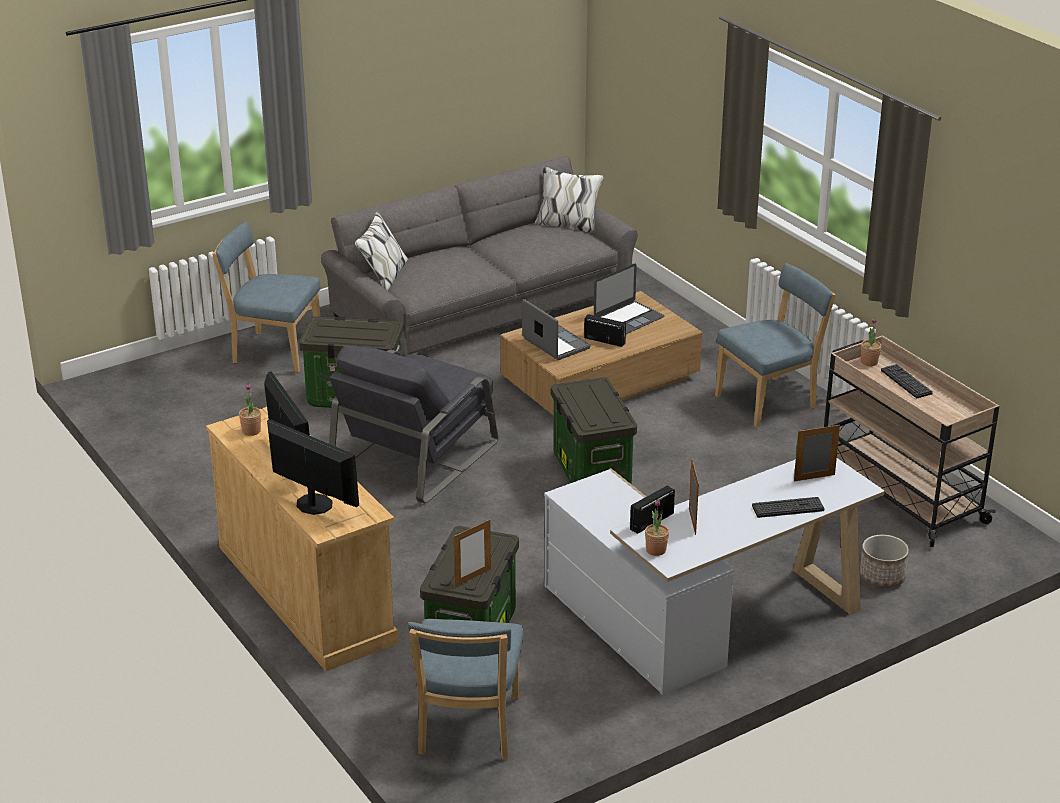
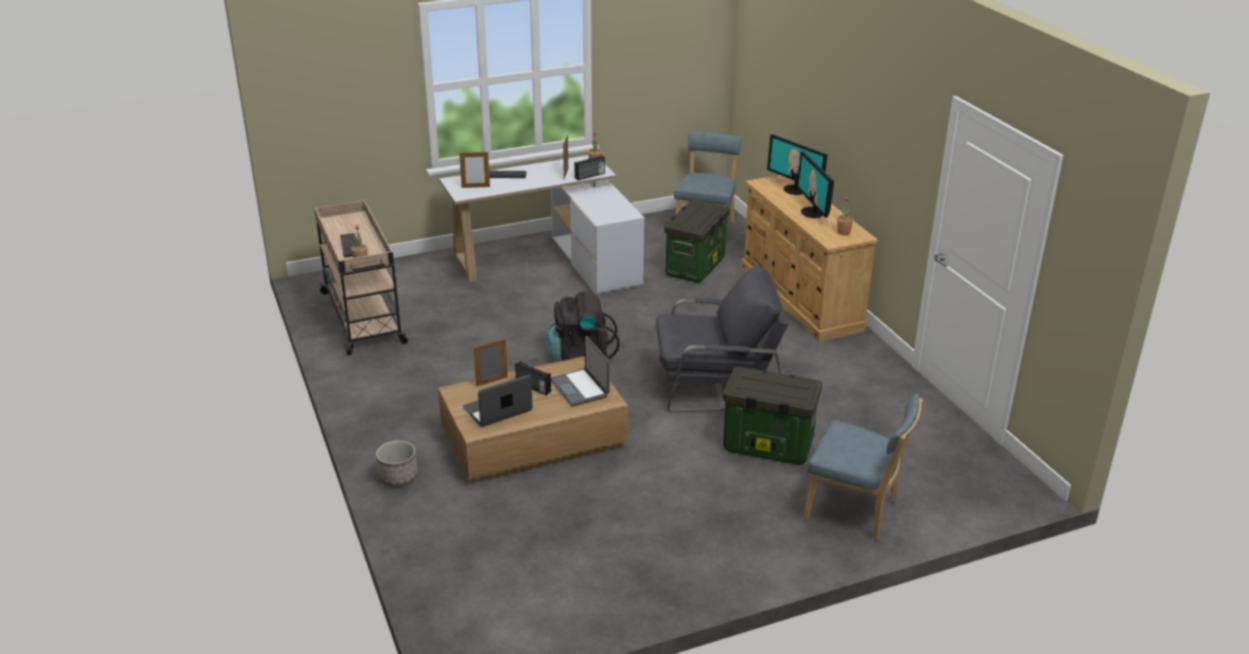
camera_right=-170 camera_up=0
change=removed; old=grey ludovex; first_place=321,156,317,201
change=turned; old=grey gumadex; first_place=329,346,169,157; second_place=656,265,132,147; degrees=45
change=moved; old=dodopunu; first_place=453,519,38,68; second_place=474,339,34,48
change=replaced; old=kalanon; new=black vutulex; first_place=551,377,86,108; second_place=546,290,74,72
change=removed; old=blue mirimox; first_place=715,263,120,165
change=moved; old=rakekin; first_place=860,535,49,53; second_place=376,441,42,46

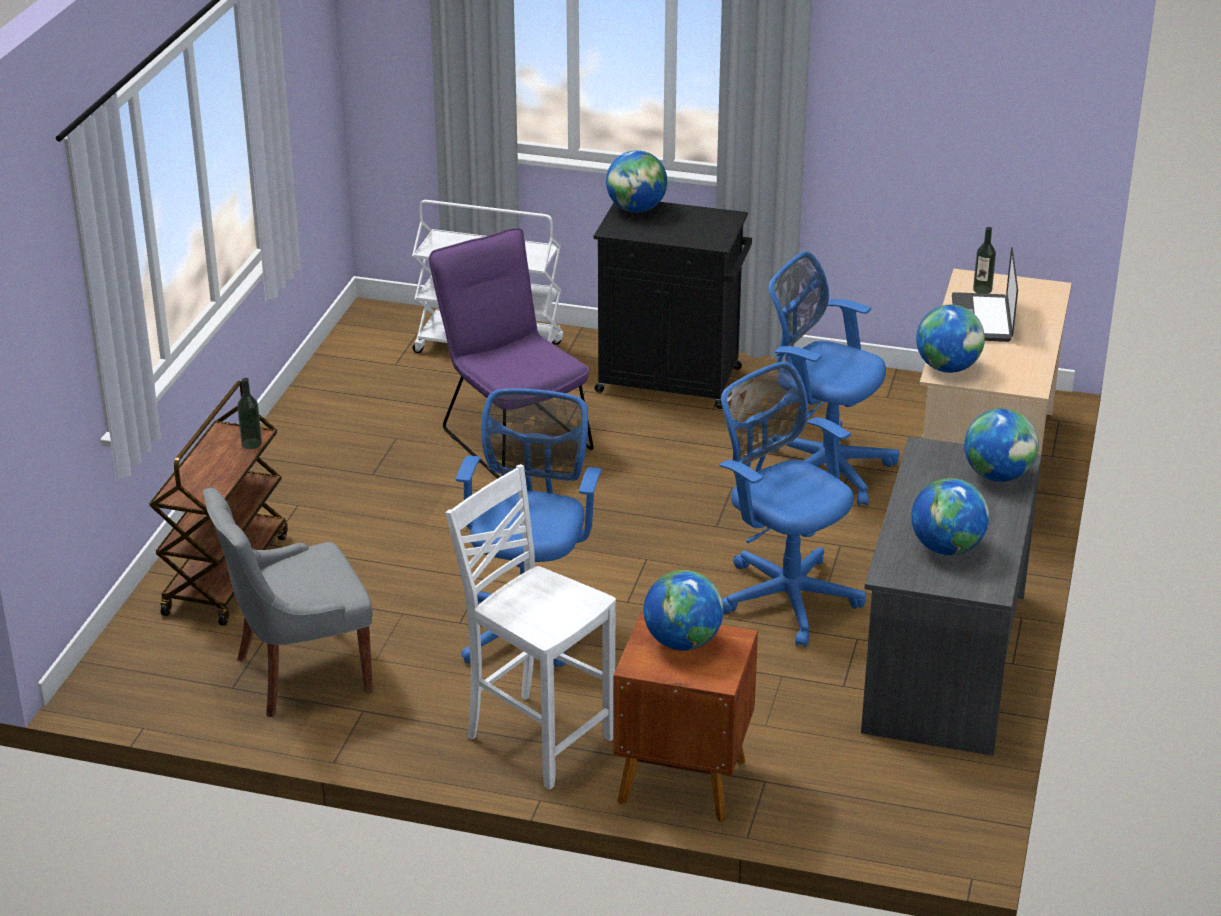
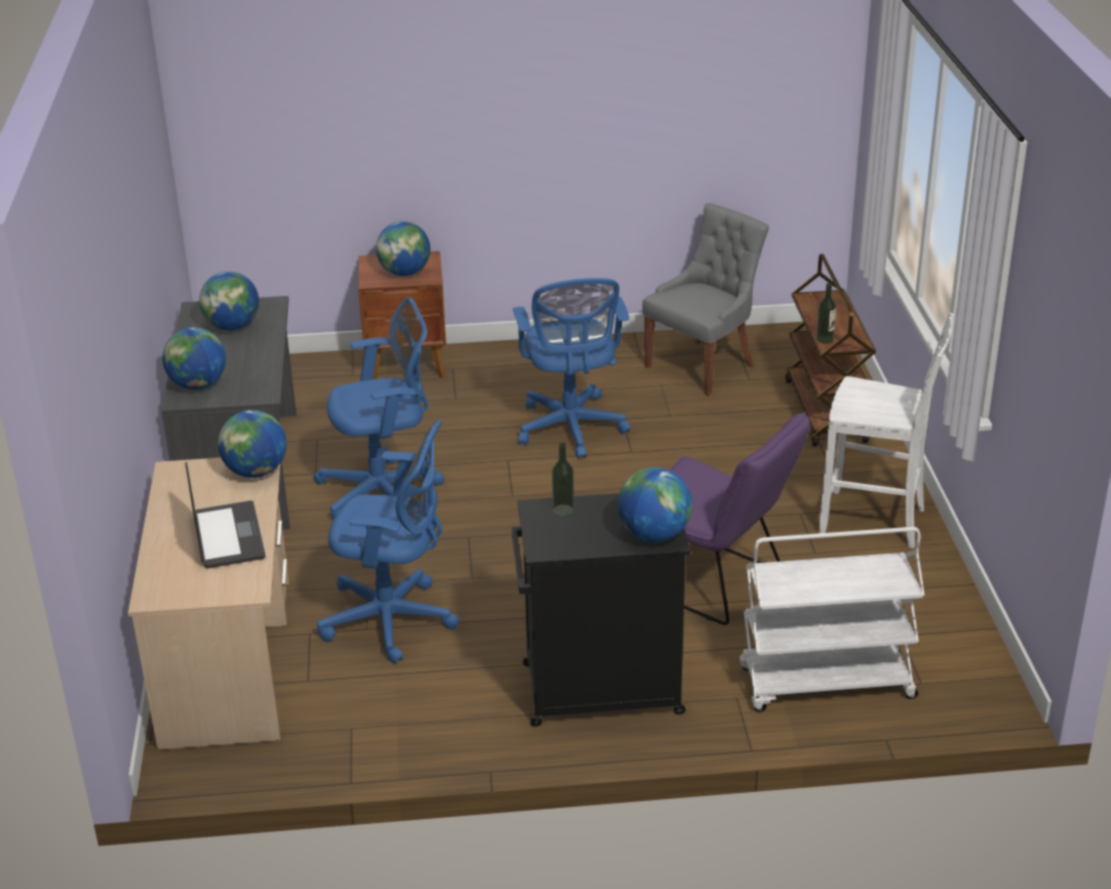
camera_right=160 camera_up=0
change=moved; old=white mirimox; first_place=446,464,170,326; second_place=819,313,135,236
change=turned; old=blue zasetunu; first_place=719,362,147,285; second_place=313,297,131,222; degrees=-45
change=moved; old=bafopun; first_place=973,227,23,67; second_place=552,443,22,74

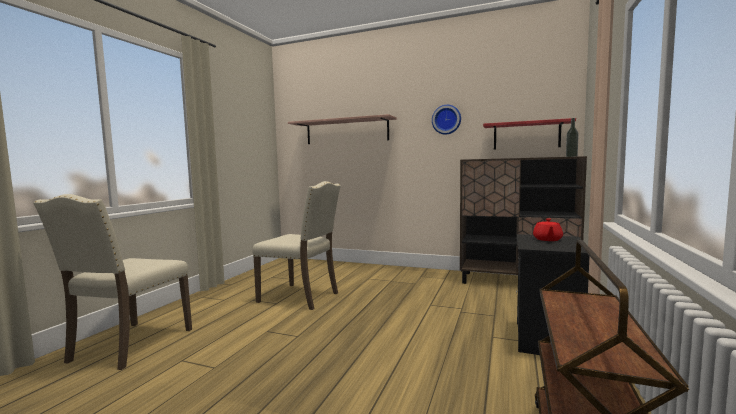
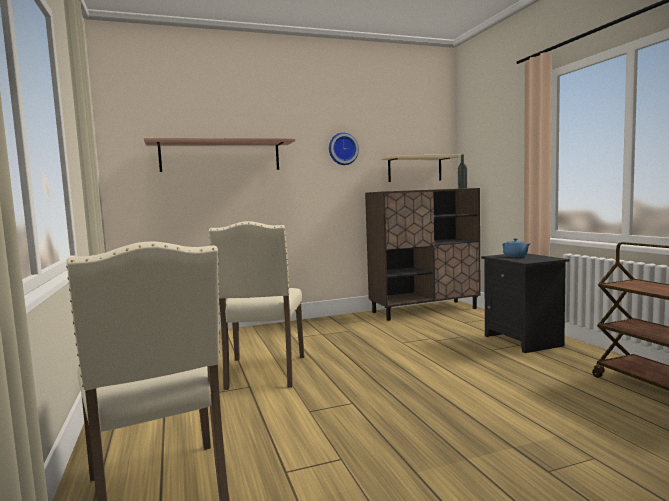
camera_right=-40 camera_up=0
change=turned; old=beige mirimox; first_place=252,181,89,129; second_place=209,221,95,169; degrees=105
change=recoloured; old=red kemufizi; new=beige kemufizi; first_place=483,118,93,32; second_place=380,155,80,27
change=recoloured; old=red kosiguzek; new=blue kosiguzek; first_place=533,218,30,23; second_place=502,238,28,19

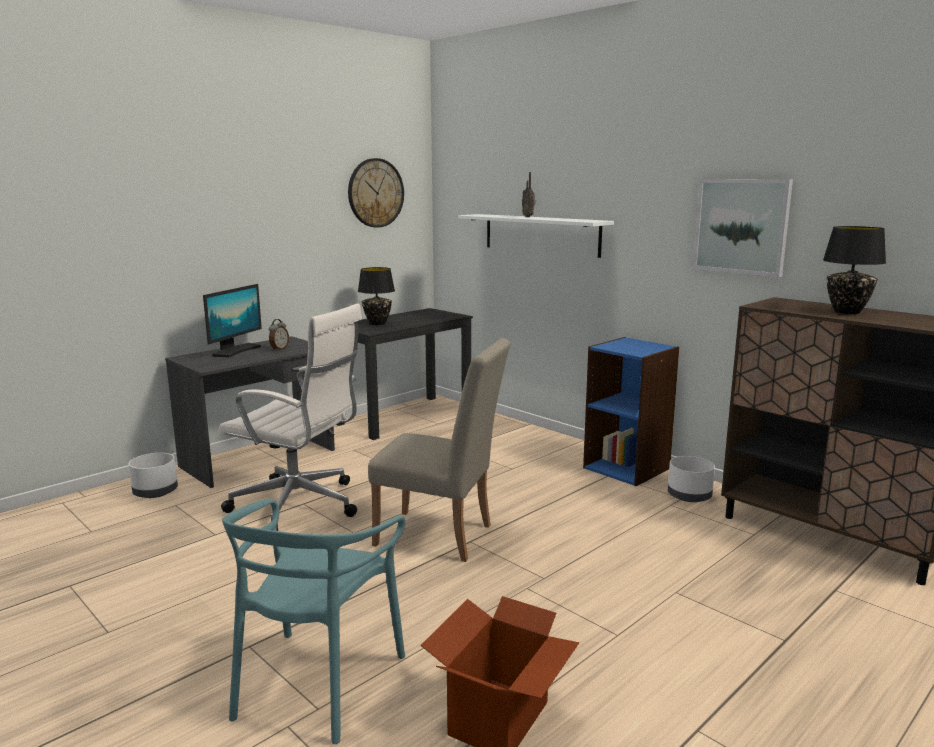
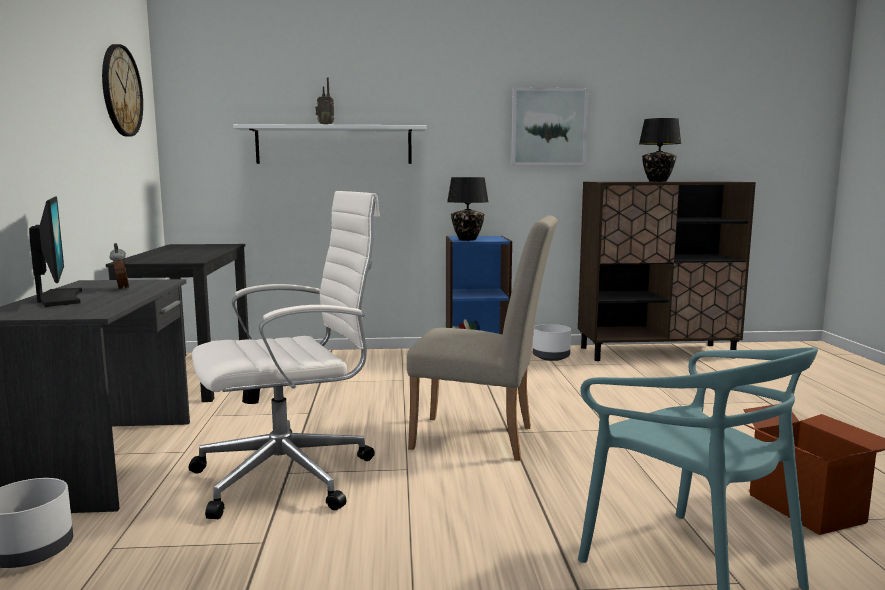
camera_right=-50 camera_up=-5
change=moved; old=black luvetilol; first_place=358,267,37,58; second_place=447,177,41,64
change=turned; old=beige mirimox; first_place=368,338,143,224; second_place=407,216,151,245; degrees=45

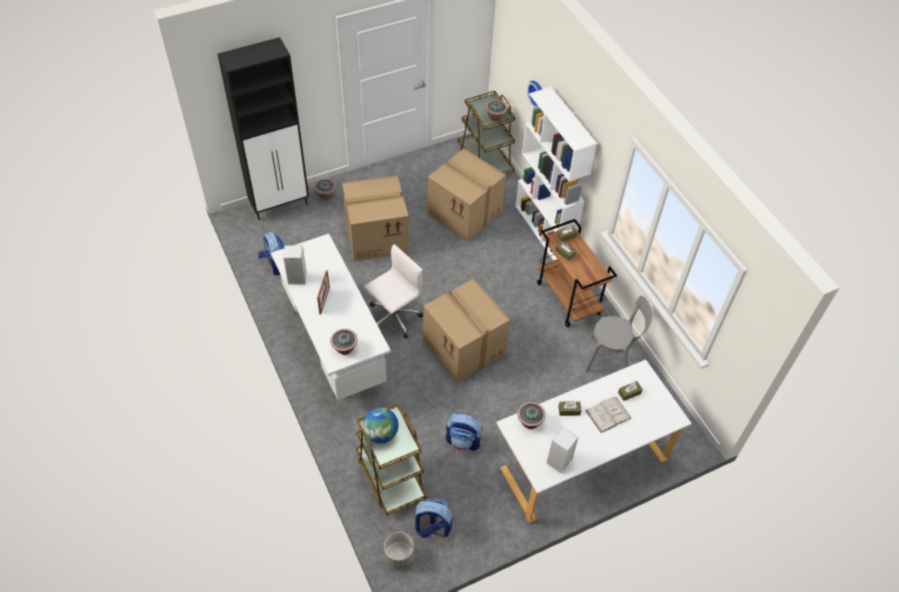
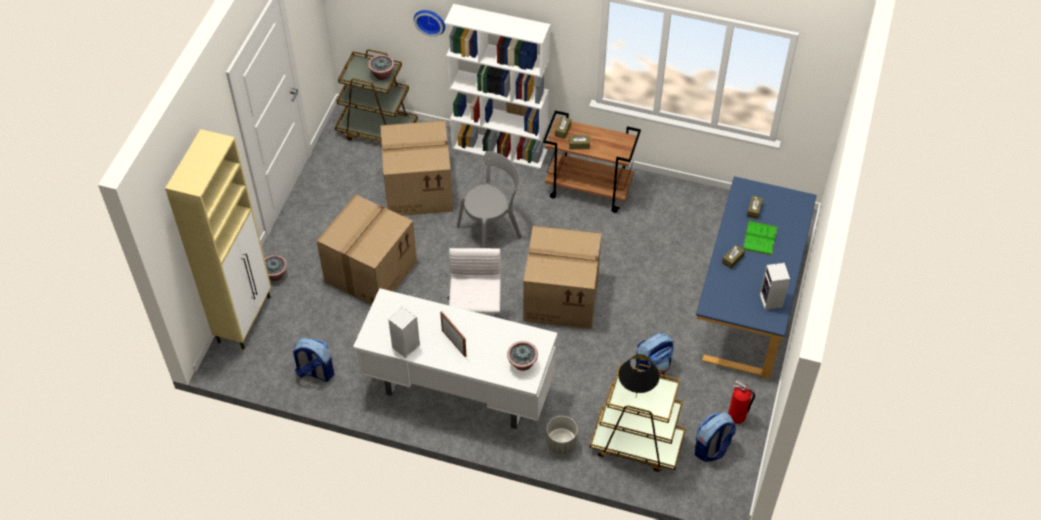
camera_right=-45 camera_up=0
change=recoloured; old=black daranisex; new=beige daranisex; first_place=217,37,92,183; second_place=165,129,106,221
change=replaced; old=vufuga; new=black luvetilol; first_place=363,407,36,36; second_place=618,354,42,42
change=moved; old=grey rakekin; first_place=384,532,30,37; second_place=546,416,31,39
change=recoloured; old=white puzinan; new=blue puzinan; first_place=497,360,195,163; second_place=696,176,121,203
change=removed; old=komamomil; first_place=517,402,29,27
change=moved; old=grey mirimox; first_place=585,296,67,77; second_place=457,151,65,97
change=recoloured; old=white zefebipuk; new=green zefebipuk; first_place=585,396,46,37; second_place=743,221,35,35
change=added; new=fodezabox; second_place=728,380,27,44

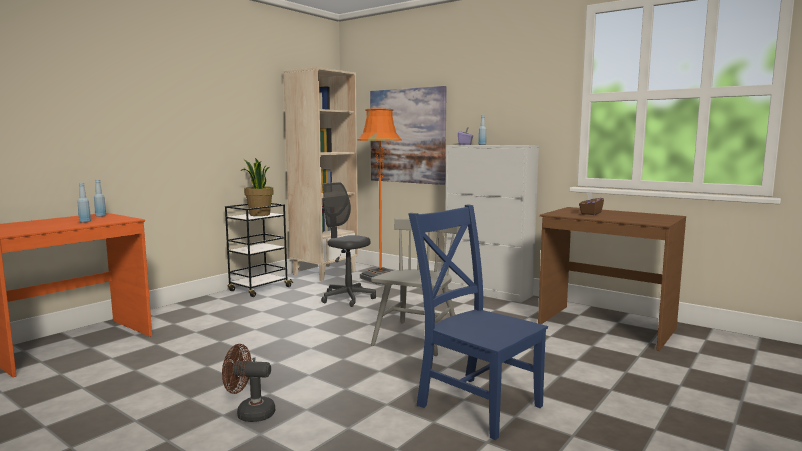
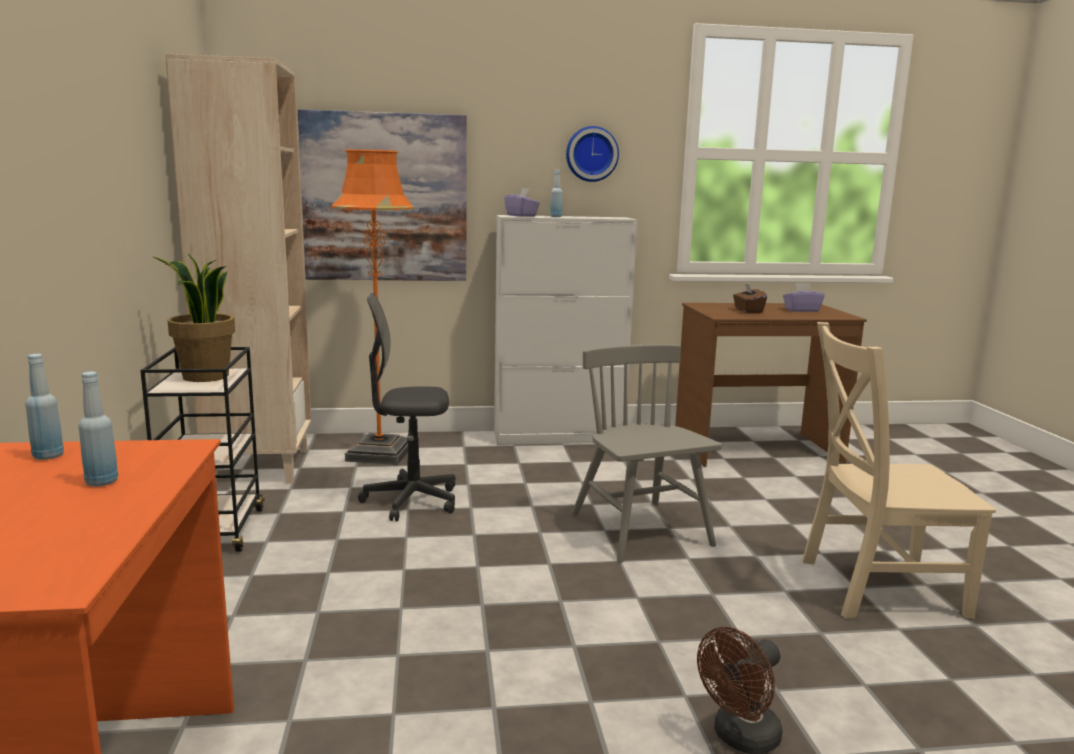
camera_right=-45 camera_up=5
change=recoloured; old=blue mirimox; new=beige mirimox; first_place=408,205,140,235; second_place=802,322,194,297
change=added; new=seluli; second_place=566,126,53,56
change=added; new=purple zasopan; second_place=783,283,42,29

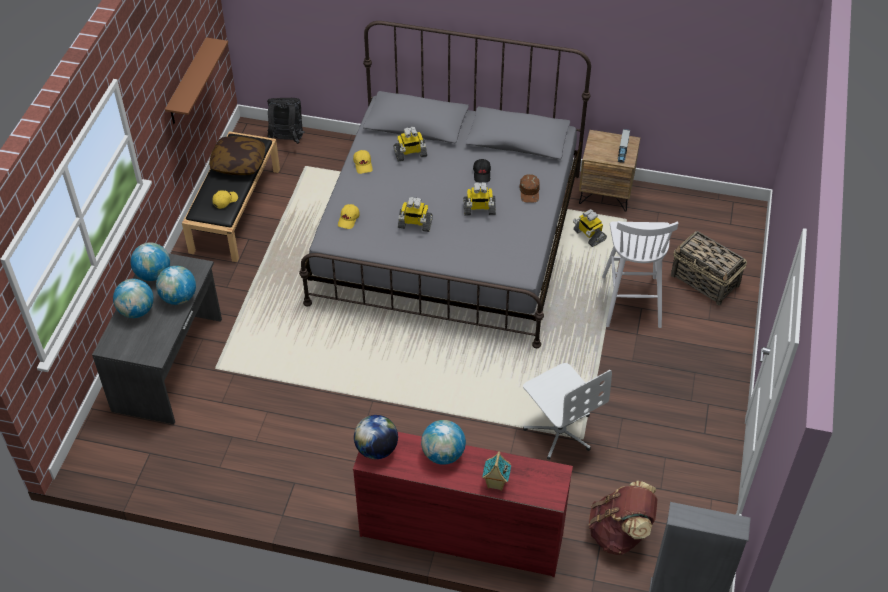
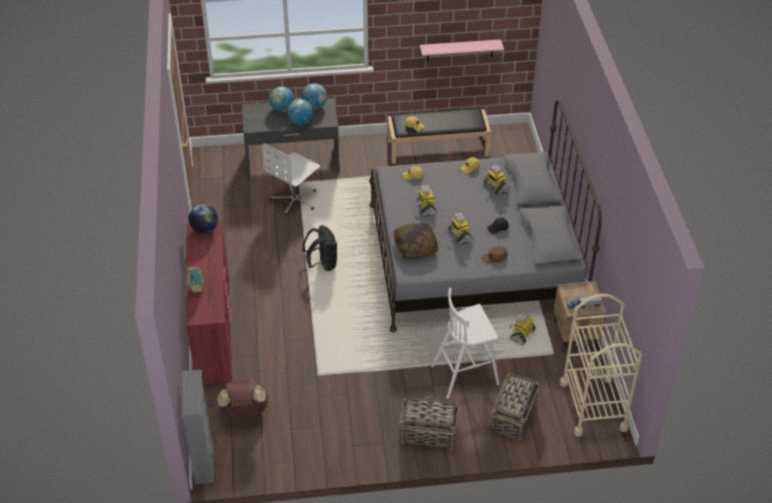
camera_right=70 camera_up=-5
change=recoloured; old=brown kemufizi; new=pink kemufizi; first_place=165,37,63,87; second_place=420,39,84,22
change=moved; old=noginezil; first_place=209,136,56,39; second_place=394,224,44,34
change=moved; old=black vutulex; first_place=267,98,37,46; second_place=302,225,35,46
change=removed; old=vufuga; first_place=421,420,45,45
change=moved; old=white zasetunu; first_place=523,363,89,97; second_place=262,143,58,72
change=added; new=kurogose; second_place=399,395,60,55
change=added; new=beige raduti; second_place=560,294,82,143

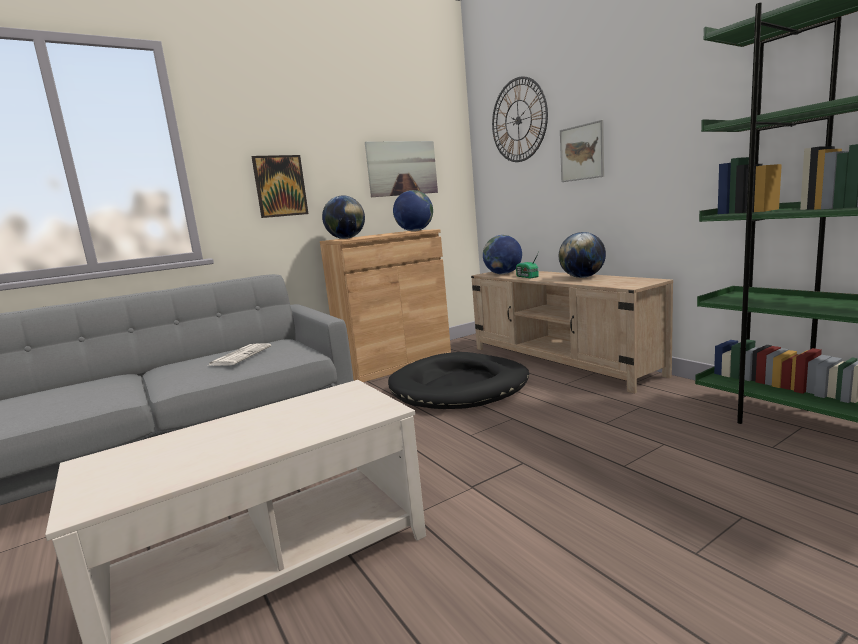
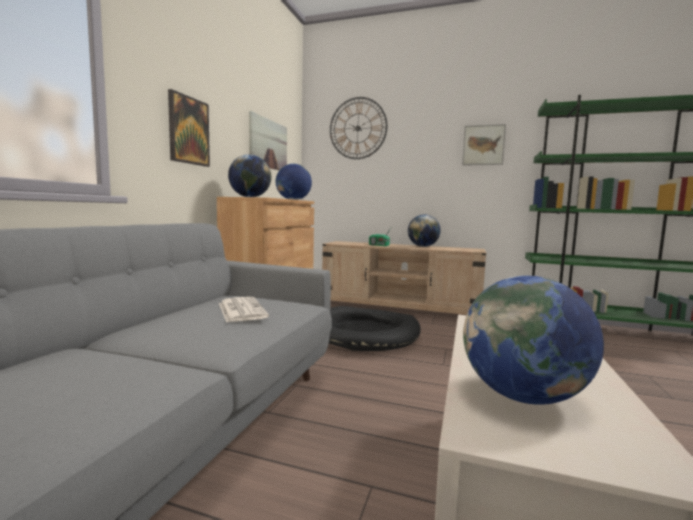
camera_right=-40 camera_up=-5
change=moved; old=vufuga; first_place=483,235,39,39; second_place=463,276,141,129
change=moved; old=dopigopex; first_place=560,120,44,62; second_place=462,124,44,41

